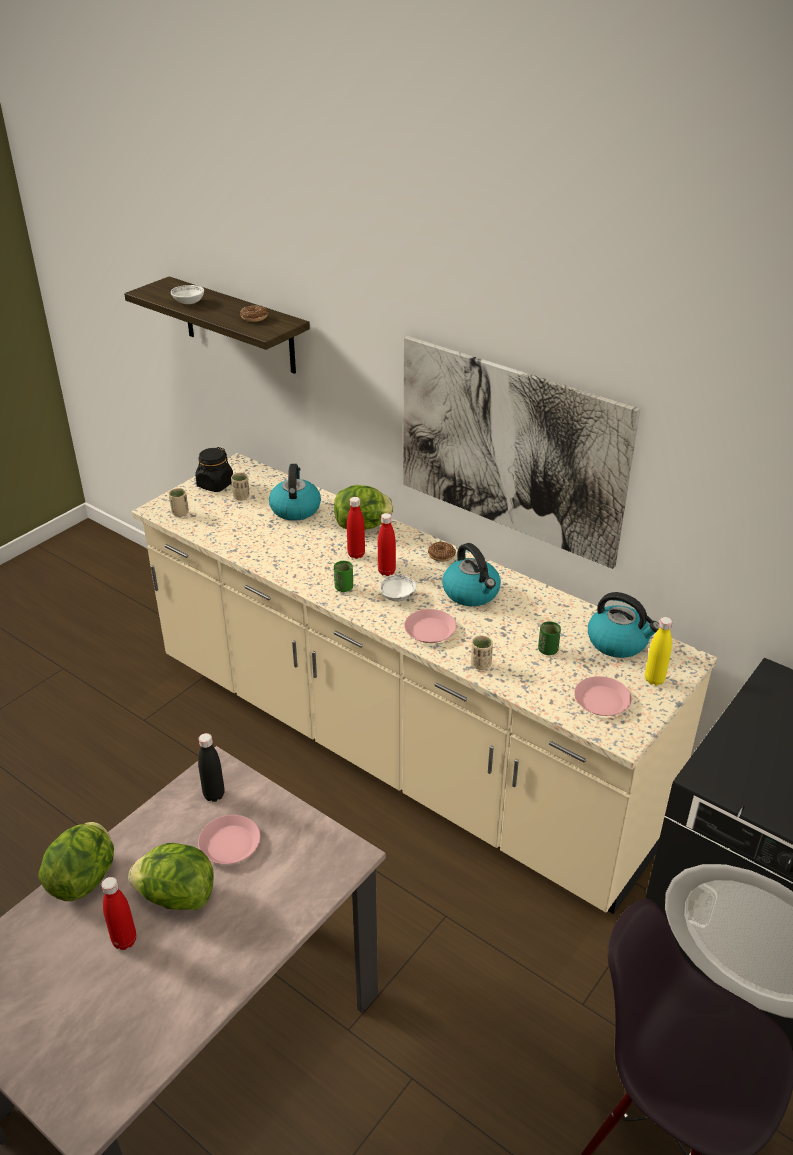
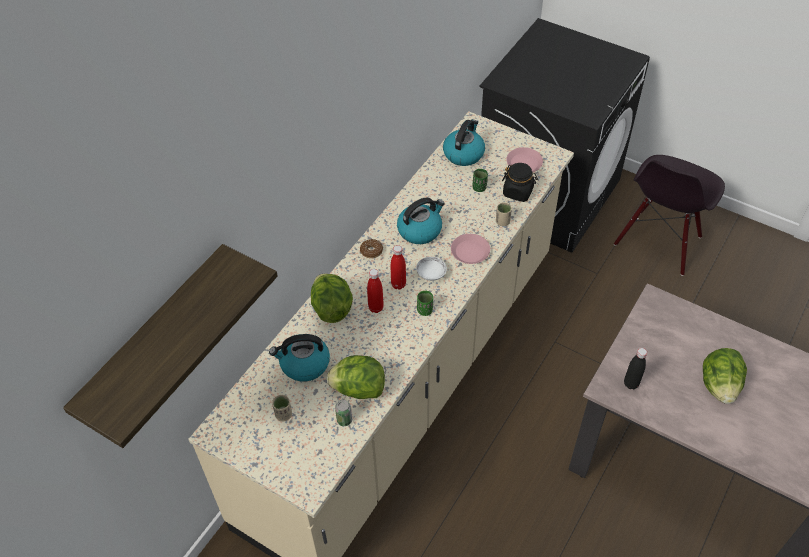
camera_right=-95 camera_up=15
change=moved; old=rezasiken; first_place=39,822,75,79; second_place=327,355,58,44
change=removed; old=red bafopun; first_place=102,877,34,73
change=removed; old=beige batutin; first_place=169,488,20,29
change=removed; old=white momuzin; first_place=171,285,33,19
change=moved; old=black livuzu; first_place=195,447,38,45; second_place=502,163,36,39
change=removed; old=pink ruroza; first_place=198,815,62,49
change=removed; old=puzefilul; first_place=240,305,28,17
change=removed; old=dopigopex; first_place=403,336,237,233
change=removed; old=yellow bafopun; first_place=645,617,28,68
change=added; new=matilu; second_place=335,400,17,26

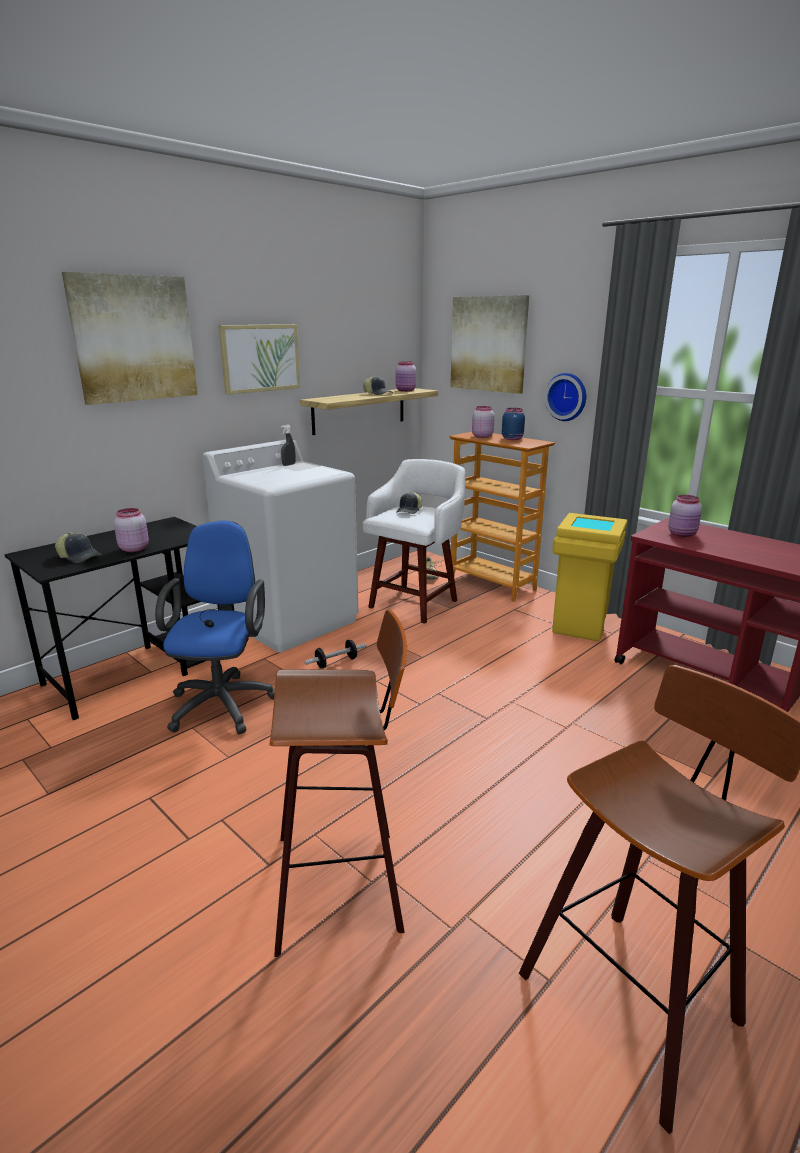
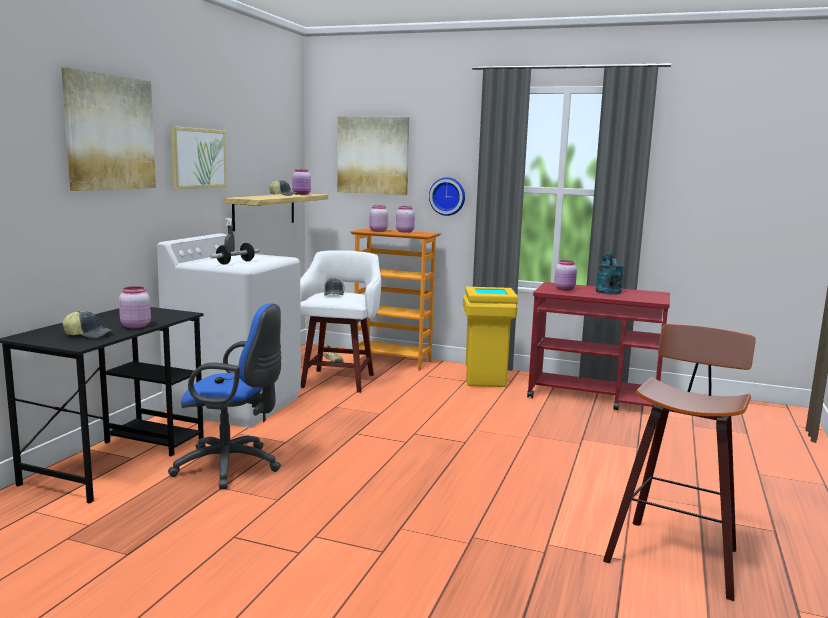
camera_right=-25 camera_up=-10
change=turned; old=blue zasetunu; first_place=155,521,120,213; second_place=168,303,113,186; degrees=120
change=removed; old=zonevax; first_place=270,610,137,347
change=moved; old=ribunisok; first_place=304,639,62,29; second_place=210,243,49,22
change=recoloured; old=blue livuzu; new=pink livuzu; first_place=502,408,23,32; second_place=396,206,19,27
change=added; new=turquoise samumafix; second_place=596,252,28,42

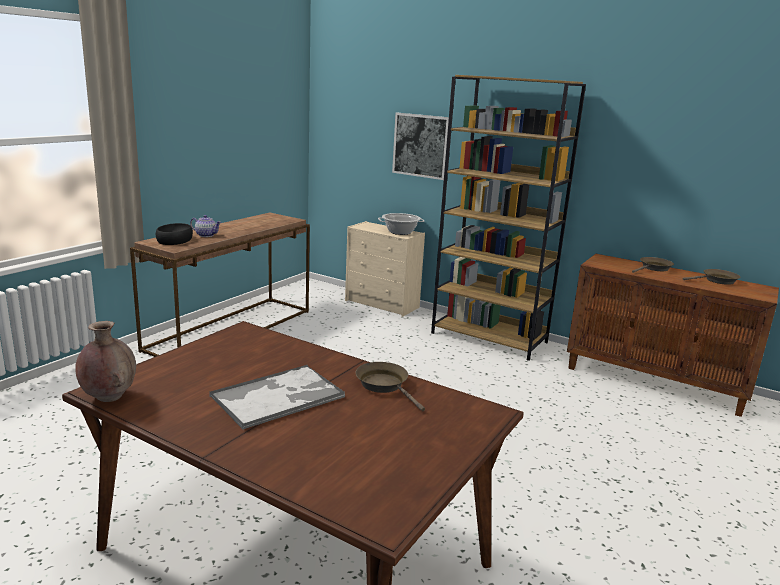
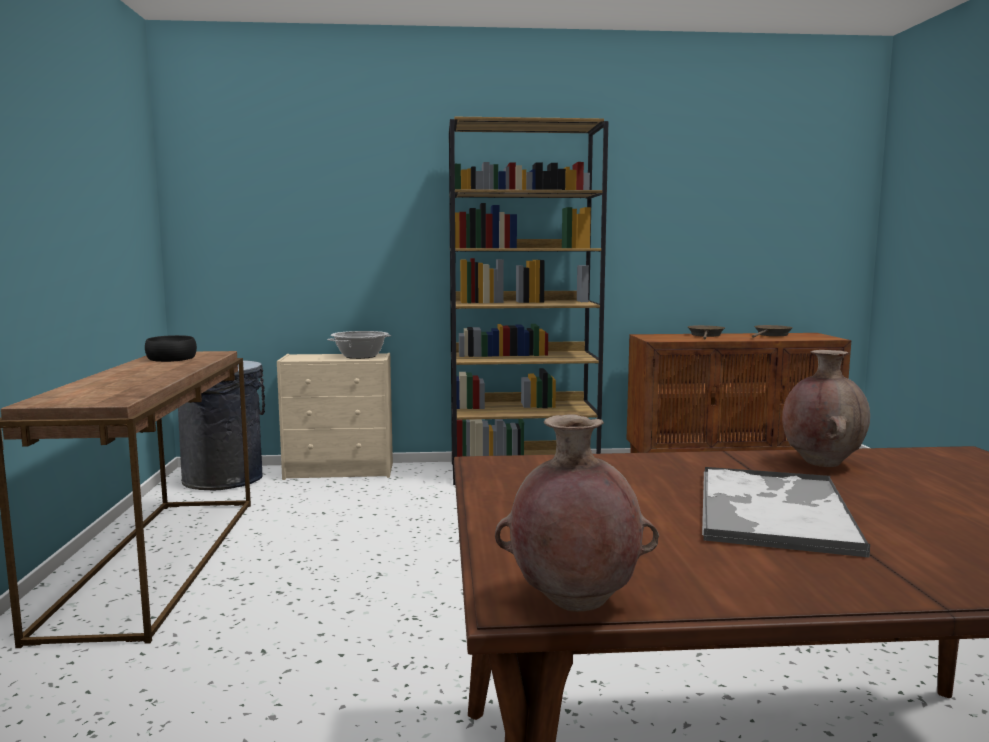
camera_right=-35 camera_up=-10
change=moved; old=black momuzin; first_place=156,223,37,22; second_place=145,335,52,27
change=removed; old=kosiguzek; first_place=190,215,31,22
change=replaced; old=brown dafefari; new=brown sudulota; first_place=356,362,69,49; second_place=782,350,88,117
change=removed; old=dopigopex; first_place=392,113,57,67
change=added; new=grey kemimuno; second_place=178,360,87,131

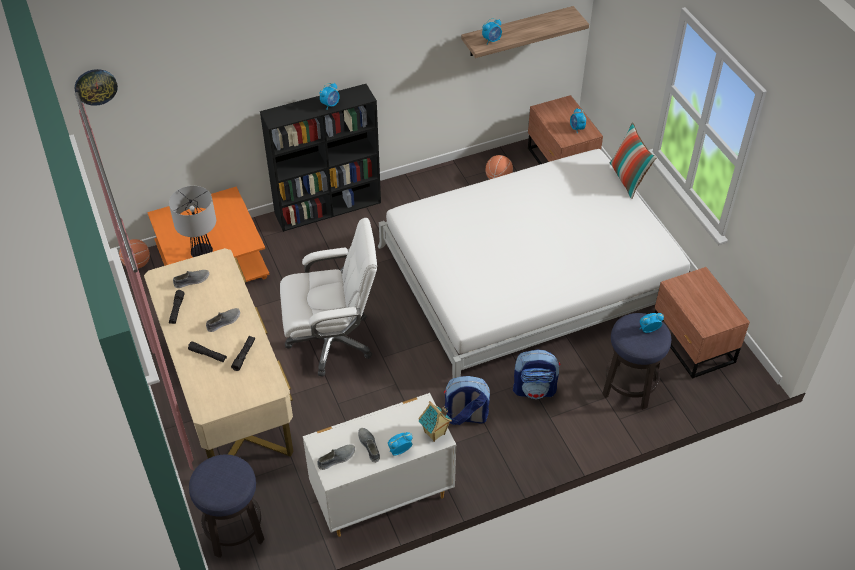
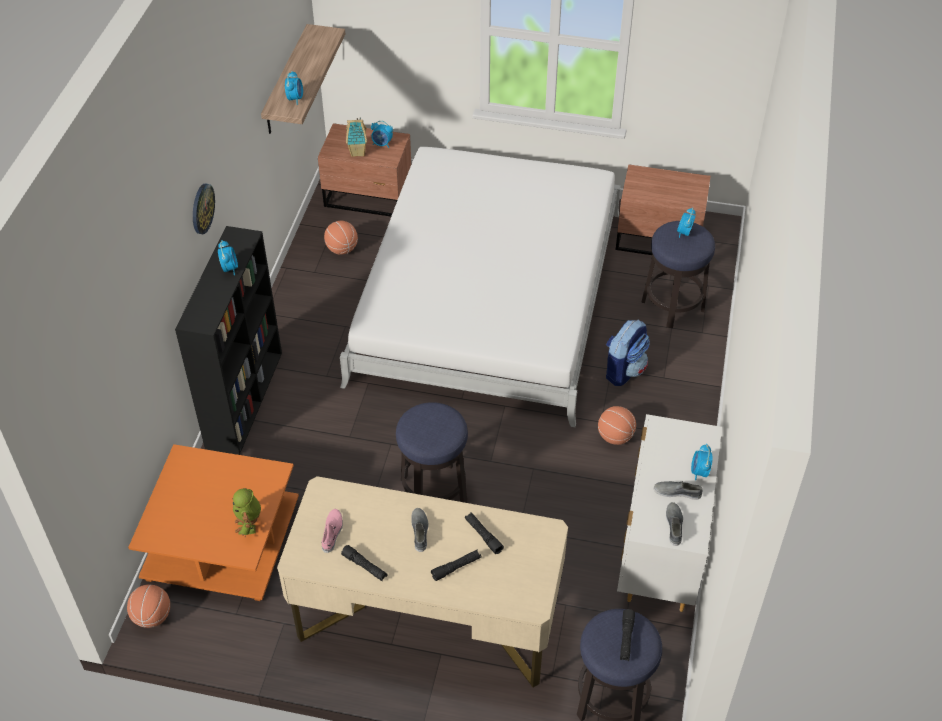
camera_right=-55 camera_up=0
change=moved; old=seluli; first_place=75,69,43,37; second_place=193,184,22,50
change=replaced; old=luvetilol; new=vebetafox; first_place=169,186,47,71; second_place=233,488,28,50
change=recoloured; old=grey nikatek; new=pink nikatek; first_place=173,270,36,18; second_place=321,509,22,44
change=replaced; old=white zasetunu; new=zonevax; first_place=280,218,97,158; second_place=396,402,72,101
change=moved; old=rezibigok; first_place=418,401,34,41; second_place=346,117,21,40
change=replaced; old=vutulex; new=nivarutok; first_place=444,376,46,49; second_place=598,406,38,39
change=removed; old=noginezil; first_place=610,122,47,77
change=added; new=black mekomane; second_place=620,609,15,52

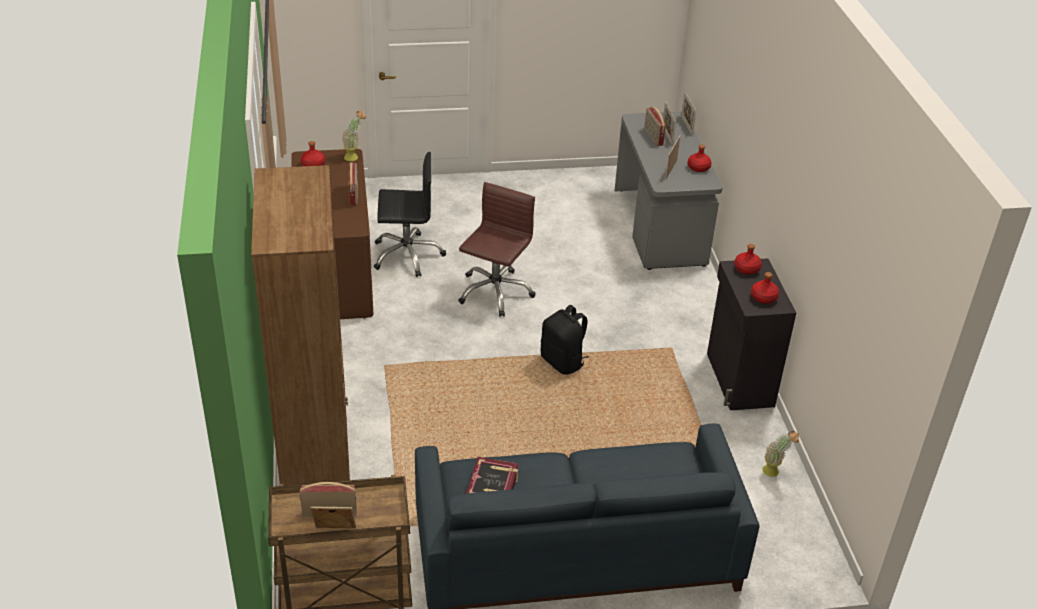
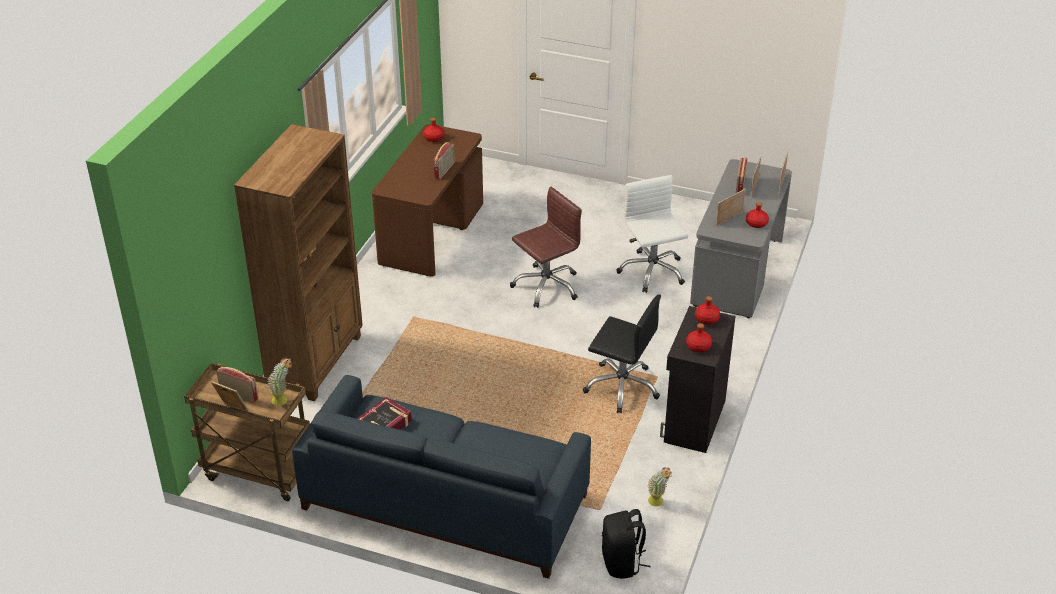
camera_right=30 camera_up=0
change=moved; old=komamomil; first_place=341,110,25,51; second_place=267,358,25,48
change=moved; old=black zasetunu; first_place=374,152,72,125; second_place=583,294,78,120
change=moved; old=black vutulex; first_place=541,305,48,70; second_place=602,509,49,70
change=added; new=white zasetunu; second_place=616,175,72,118

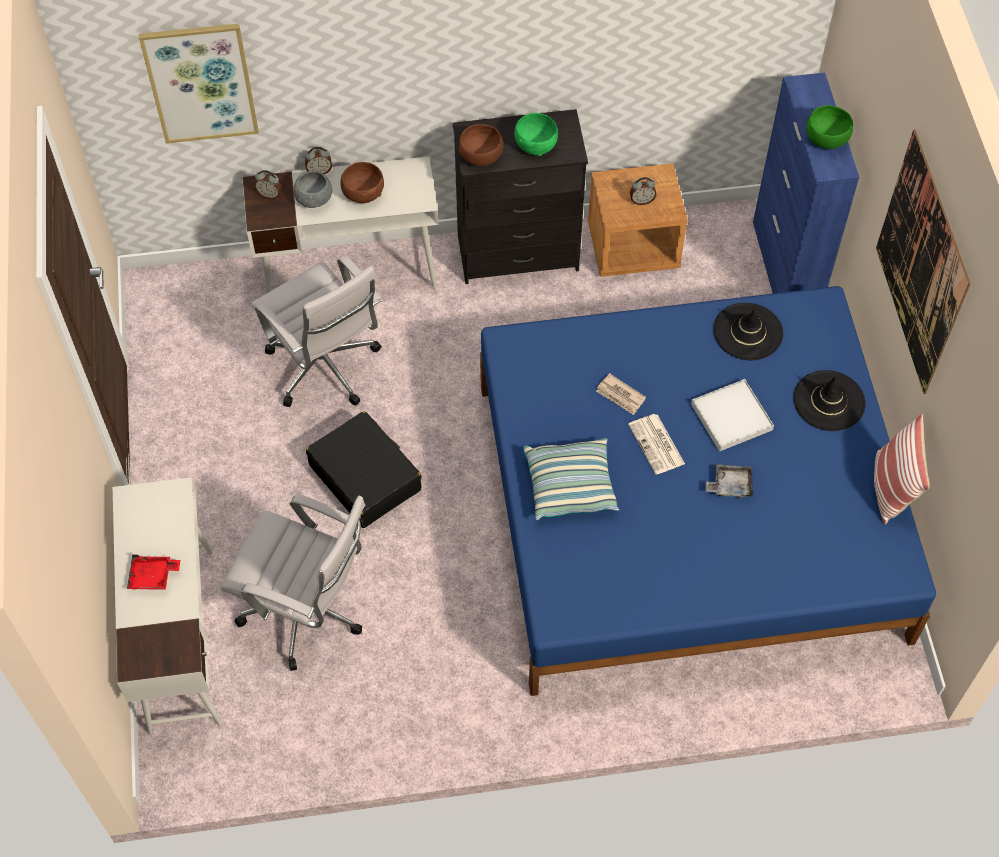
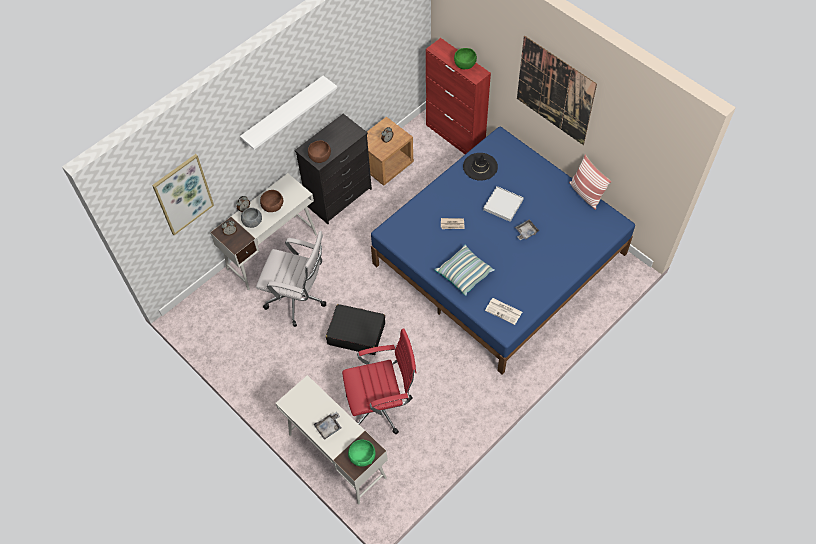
camera_right=-35 camera_up=0
change=recoloured; old=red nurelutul; new=grey nurelutul; first_place=127,555,53,35; second_place=314,412,27,28
change=recoloured; old=white zasetunu; new=red zasetunu; first_place=221,494,144,177; second_place=342,328,75,107
change=moved; old=green momuzin; first_place=514,113,44,43; second_place=348,440,27,27
change=moved; old=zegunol; first_place=628,414,57,61; second_place=485,298,37,27
change=recoloured; old=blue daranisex; new=red daranisex; first_place=753,72,106,222; second_place=426,38,65,116
change=removed; old=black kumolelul; first_place=793,370,73,61
change=added; new=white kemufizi; second_place=240,76,97,74

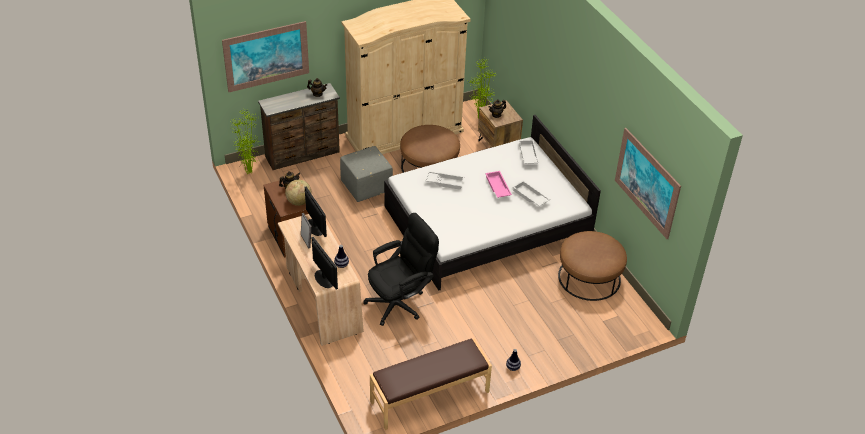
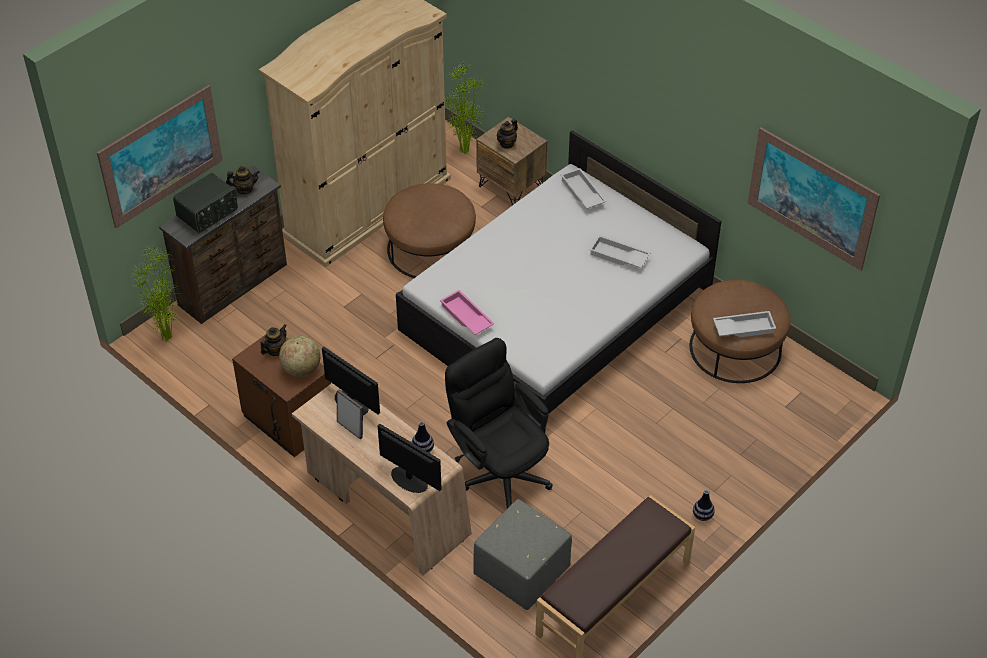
camera_right=-20 camera_up=5
change=moved; old=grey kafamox; first_place=340,146,53,56; second_place=474,499,98,111
change=turned; old=black zasetunu; first_place=363,213,76,113; second_place=445,338,108,171; degrees=-75
change=moved; old=white nurelutul; first_place=425,171,39,19; second_place=713,311,63,26
change=moved; old=pink nurelutul; first_place=485,171,27,27; second_place=440,290,54,45
change=added; new=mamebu; second_place=173,173,65,60

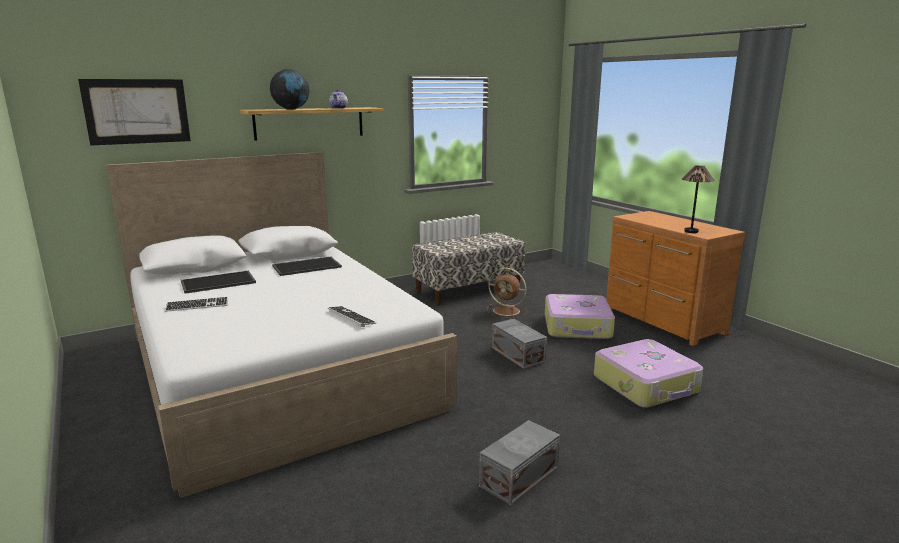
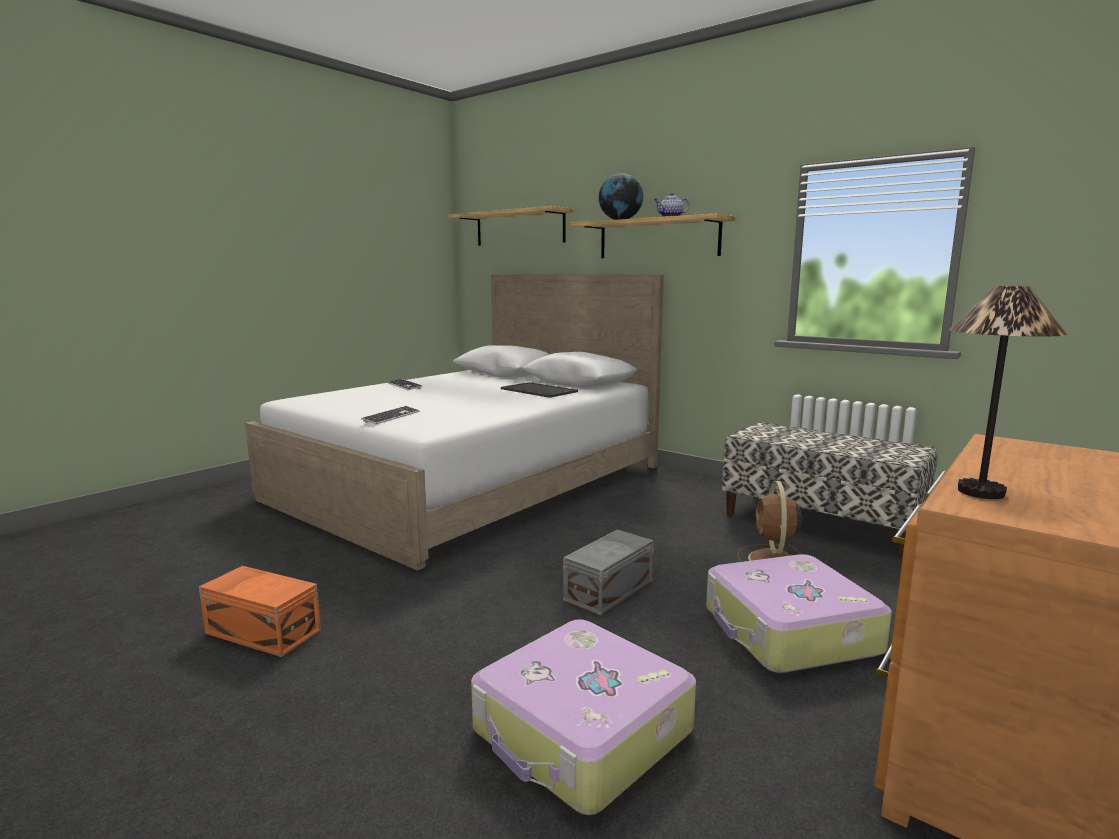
camera_right=70 camera_up=-5
change=replaced; old=dopigopex; new=kemufizi; first_place=78,79,113,67; second_place=447,206,128,40
change=removed; old=nurelutul; first_place=181,270,75,24
change=recoloured; old=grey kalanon; new=orange kalanon; first_place=479,420,81,86; second_place=199,566,122,91

